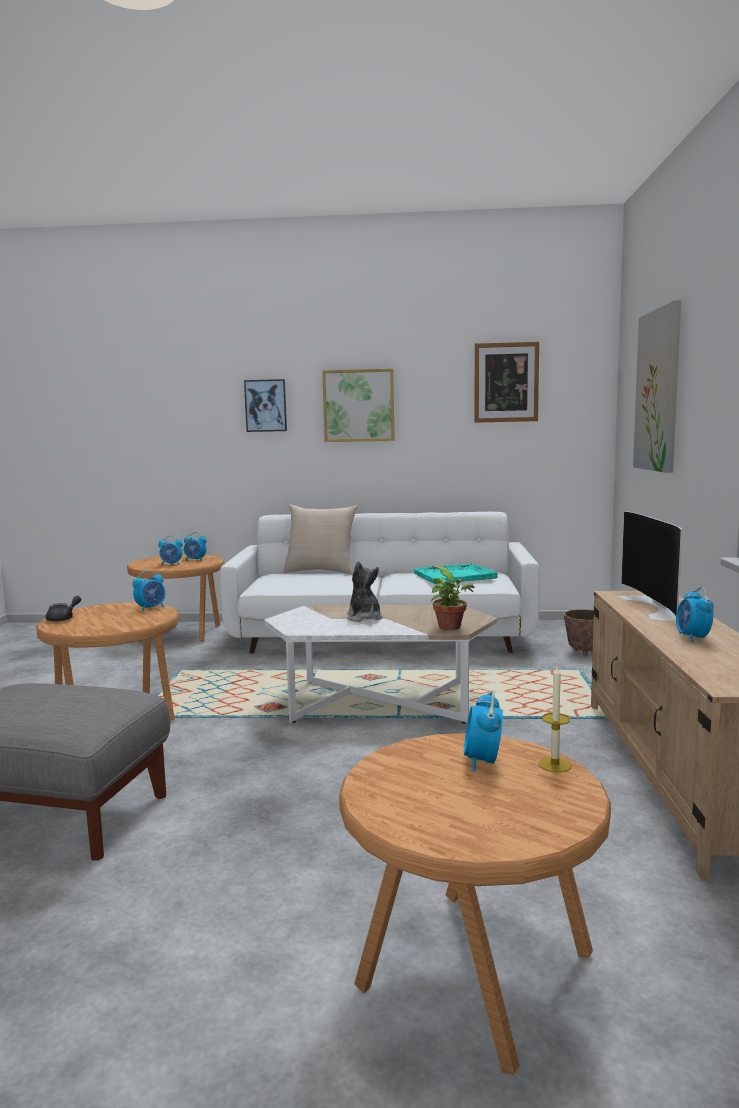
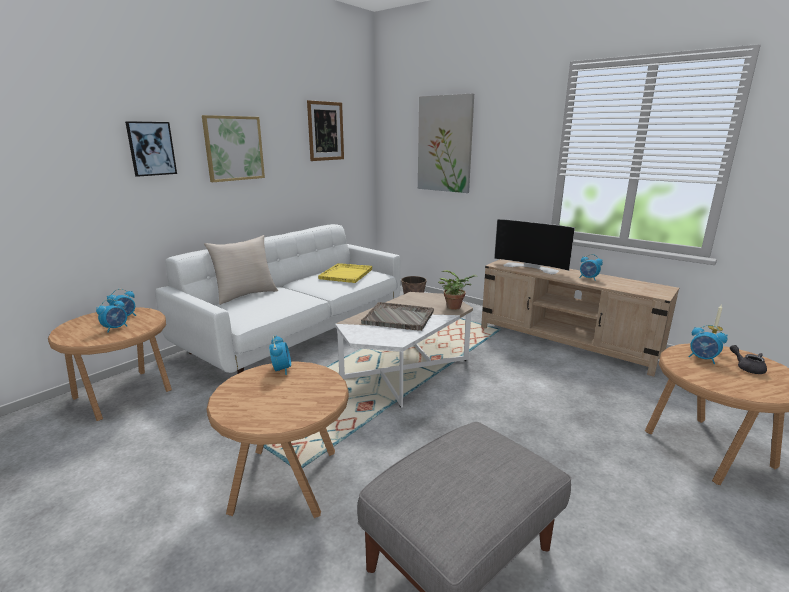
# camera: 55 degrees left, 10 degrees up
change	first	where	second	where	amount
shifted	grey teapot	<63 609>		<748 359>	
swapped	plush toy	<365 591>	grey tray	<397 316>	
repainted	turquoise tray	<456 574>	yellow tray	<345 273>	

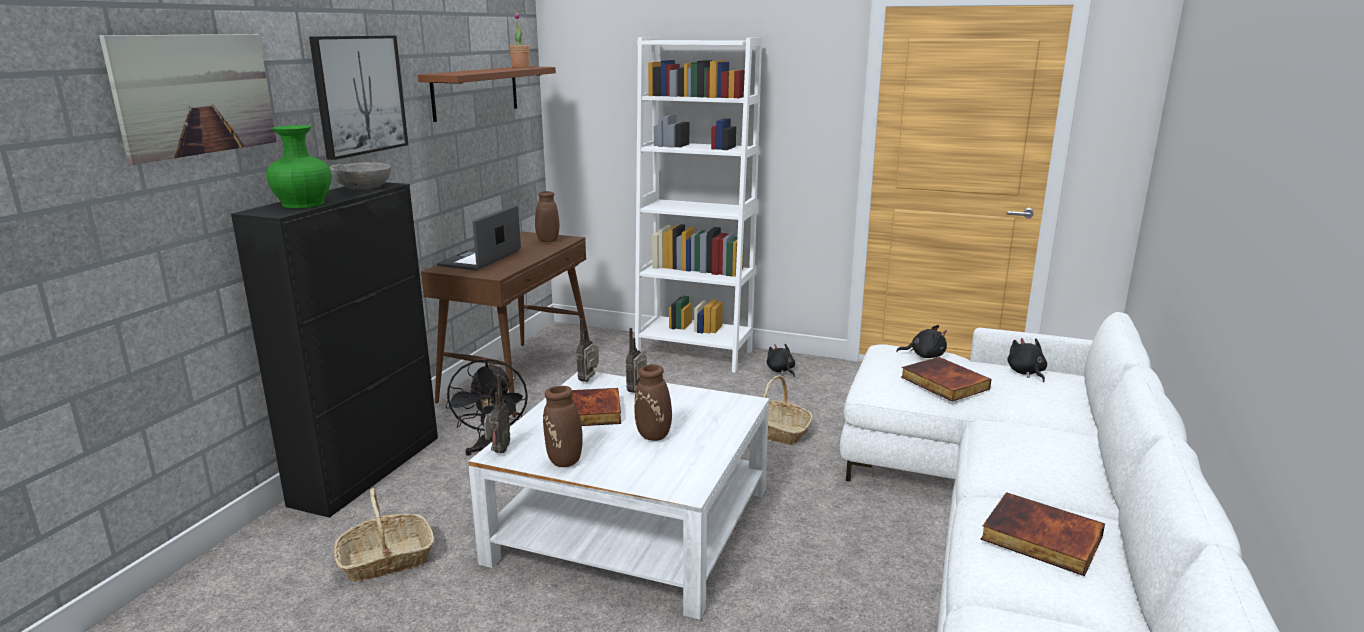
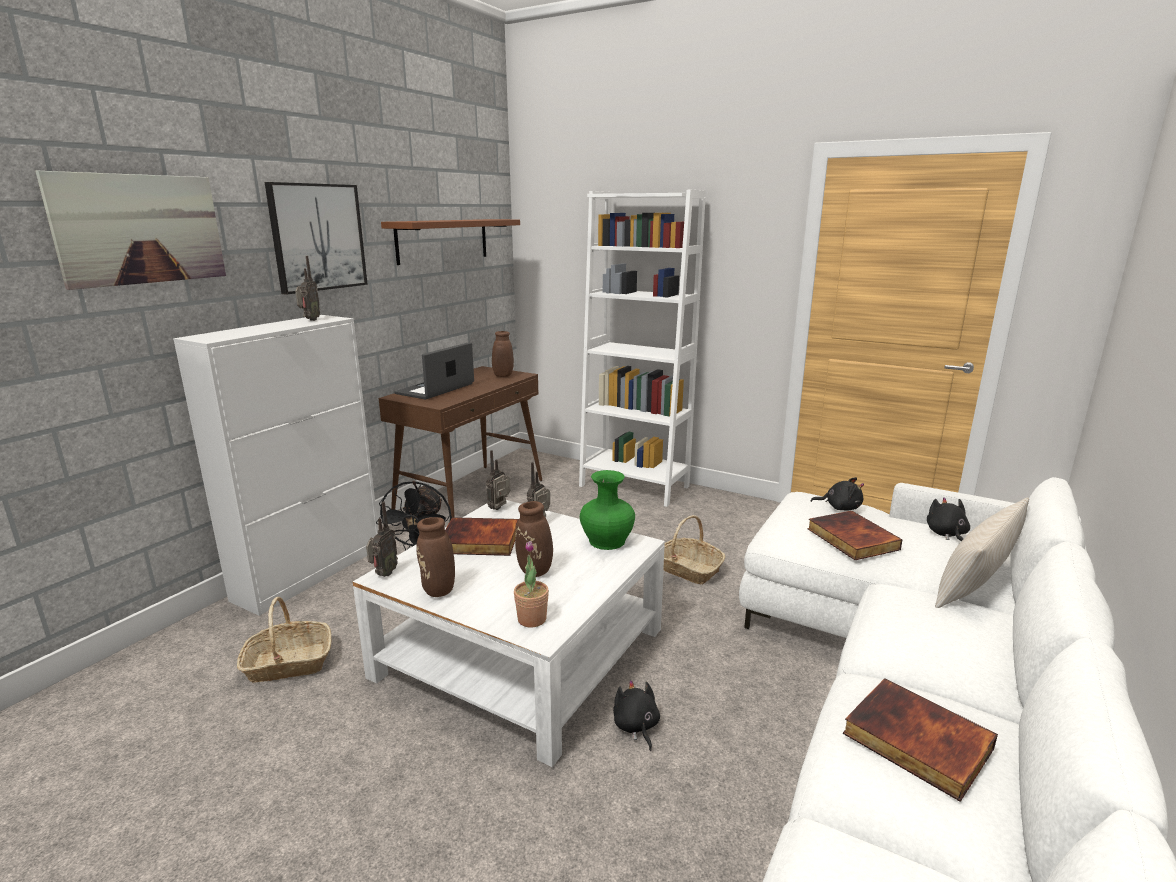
# camera: 10 degrees right, 0 degrees up
change	first	where	second	where	amount
new			beige pillow	<982 552>	
shifted	green vase	<298 166>		<607 510>	
shifted	potted plant	<519 40>		<531 584>	
shifted	black plush toy	<781 360>		<636 715>	
swapped	grey bowl	<360 176>	radio	<307 288>	
repainted	black cabinet	<334 350>	white cabinet	<276 465>	

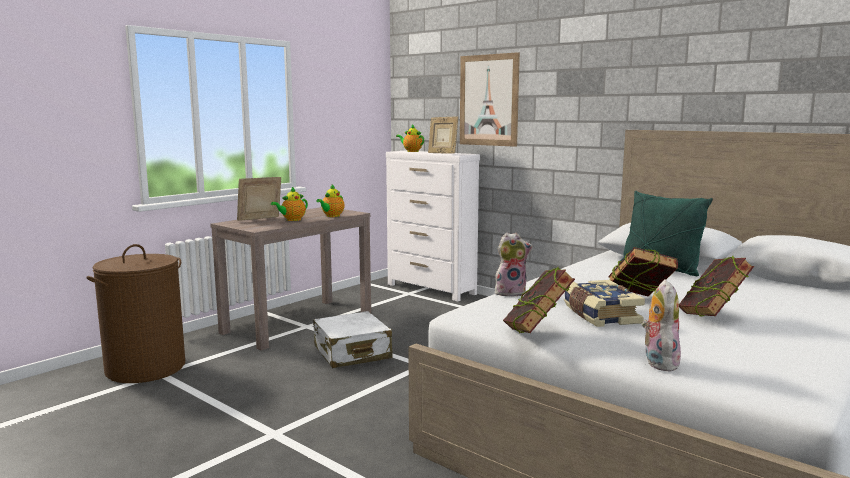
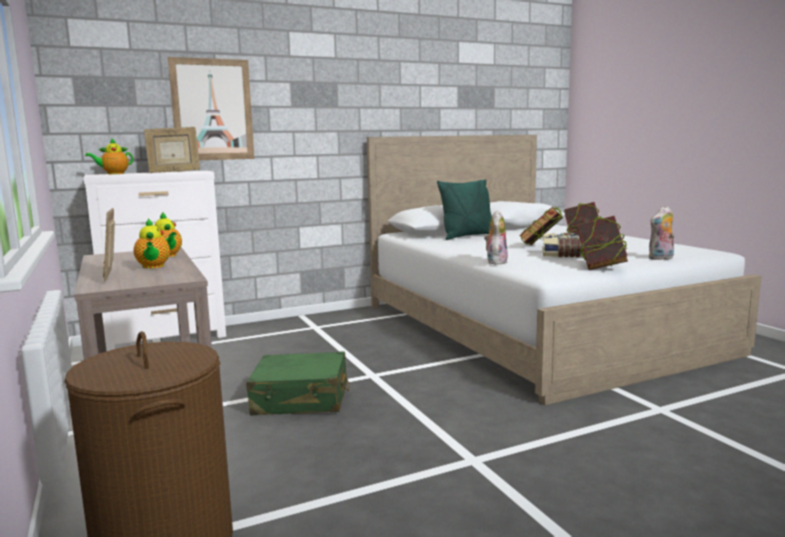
# camera: 65 degrees left, 0 degrees up
change	first	where	second	where	amount
repainted	white suitcase	<353 339>	green suitcase	<297 383>	
rotated	plush toy	<661 325>		<661 233>	60 degrees counterclockwise

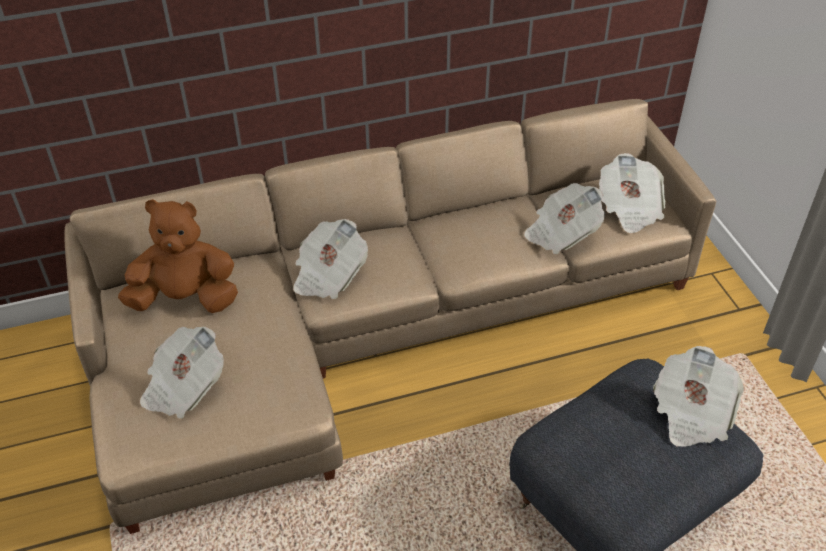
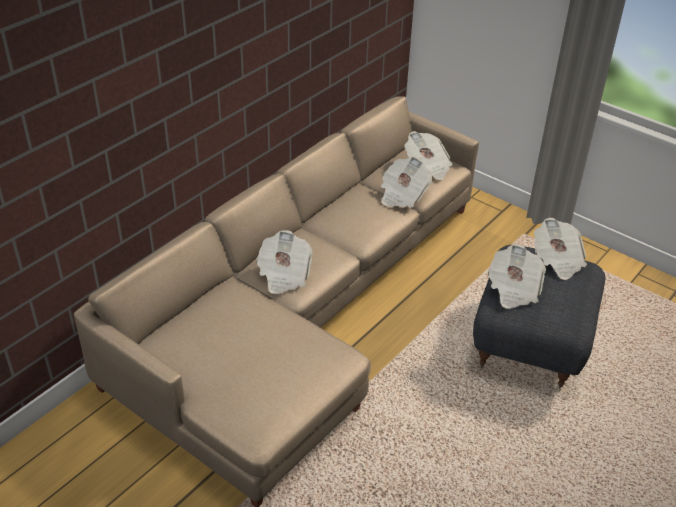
# camera: 35 degrees left, 5 degrees down
change	first	where	second	where	amount
gone	brown plush toy	<178 256>			
shifted	newspaper	<182 373>		<517 276>	

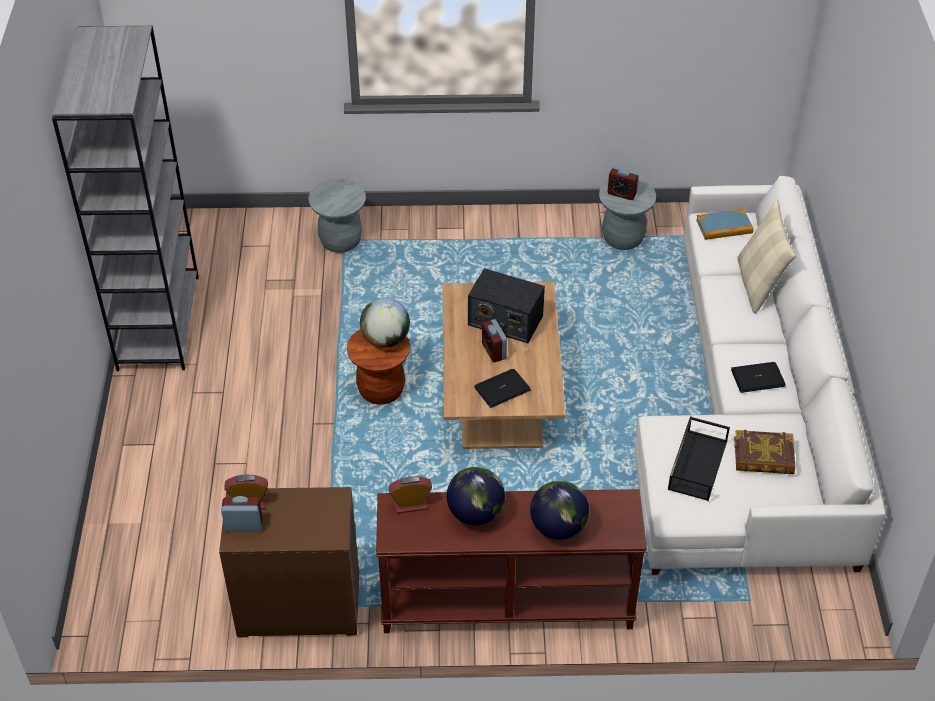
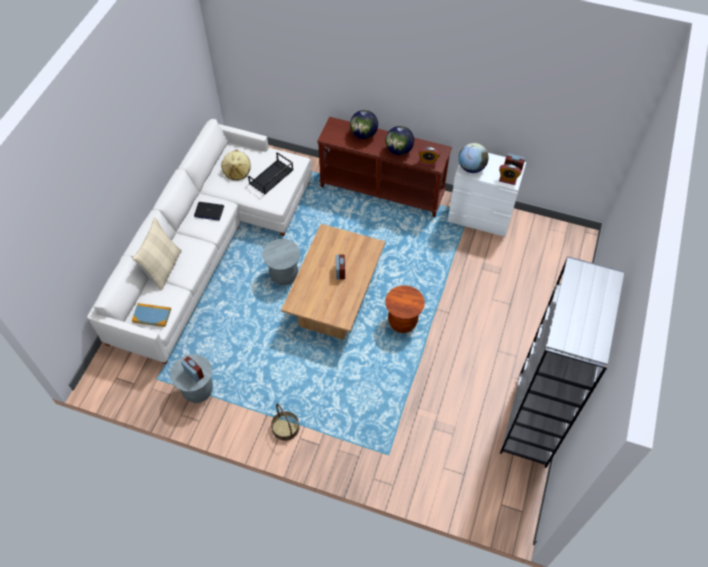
# camera: 160 degrees left, 10 degrees up
change	first	where	second	where	amount
gone	radio	<506 305>			
gone	laptop	<502 388>			
new			basket	<285 422>	
shifted	grey stool	<337 216>		<281 262>	
shifted	globe	<385 323>		<473 158>	
swapped	book	<764 452>	beige hat	<236 165>	
repainted	brown dresser	<289 562>	white dresser	<487 195>	

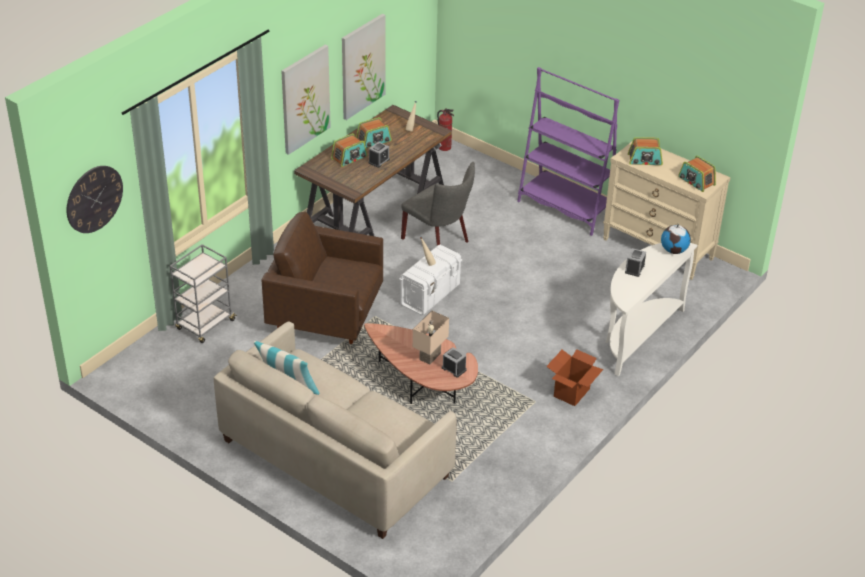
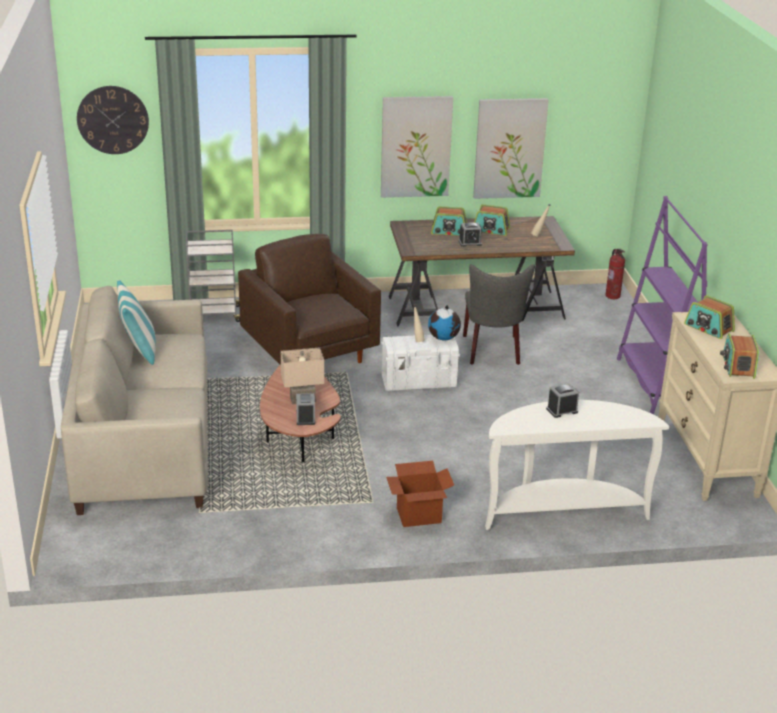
# camera: 45 degrees right, 10 degrees down
change	first	where	second	where	amount
shifted	globe	<676 238>		<444 322>	

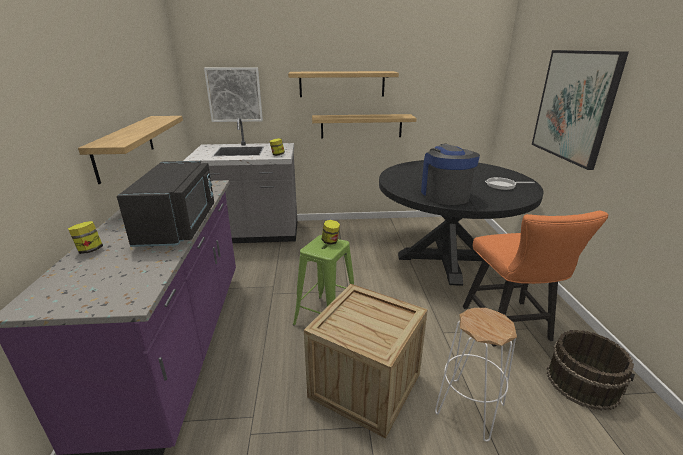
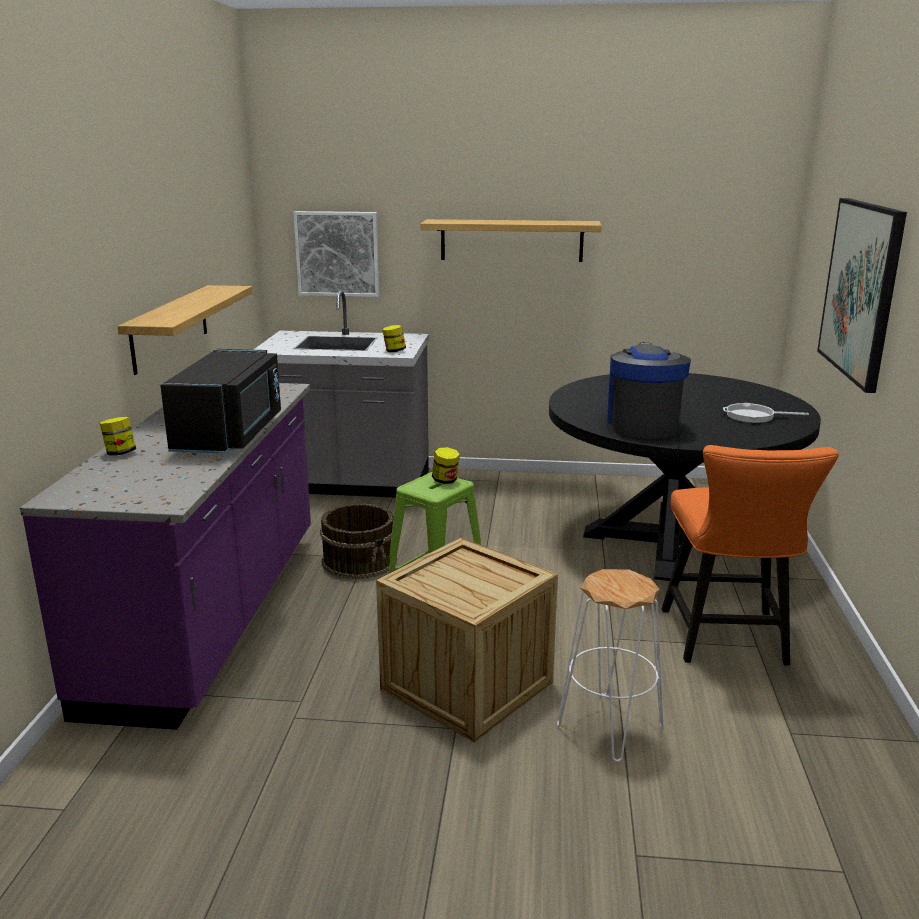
# camera: 10 degrees right, 5 degrees down
change	first	where	second	where	amount
gone	shelf	<364 126>			
shifted	brown bucket	<590 370>		<358 541>	

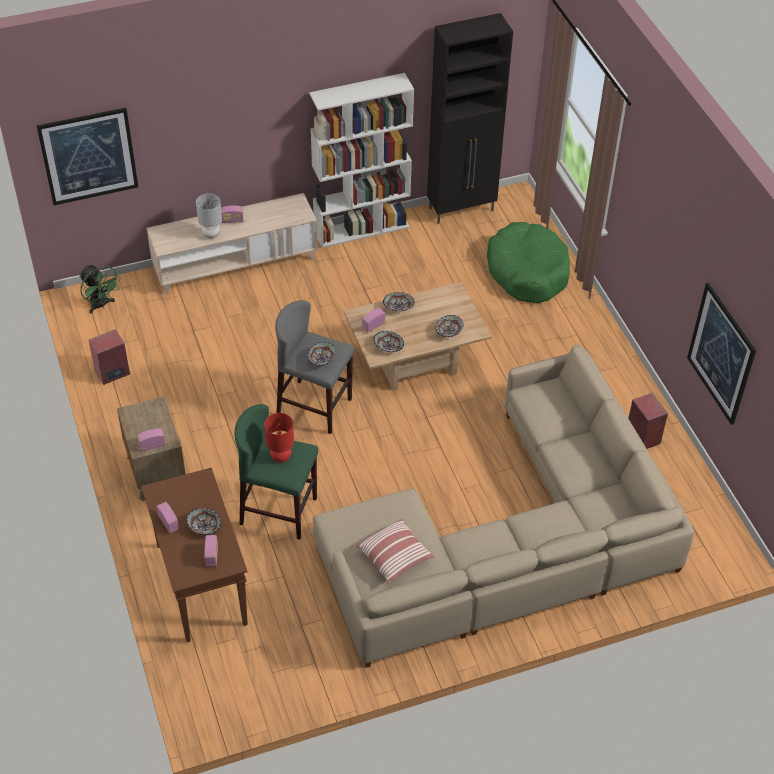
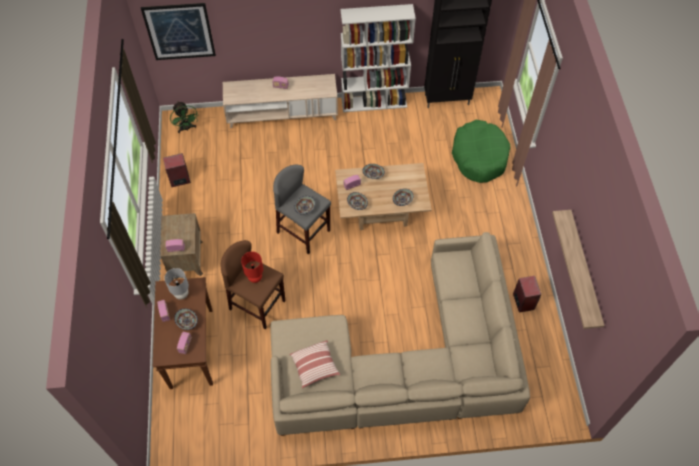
# camera: 15 degrees right, 10 degrees up
change	first	where	second	where	amount
shifted	grey table lamp	<209 216>		<176 284>	
swapped	picture	<722 354>	shelf	<578 269>	
repainted	green stool	<276 472>	brown stool	<253 284>	

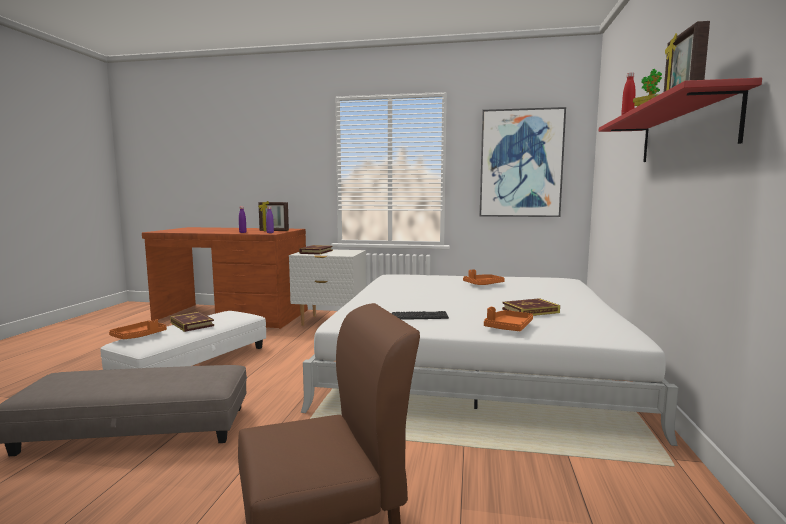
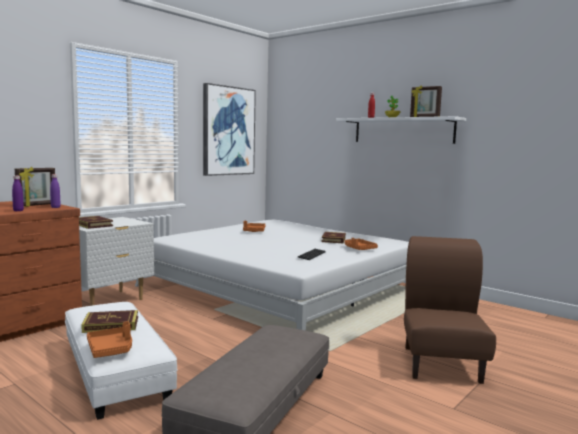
# camera: 60 degrees left, 0 degrees up
change	first	where	second	where	amount
repainted	red shelf	<680 120>	white shelf	<401 130>	

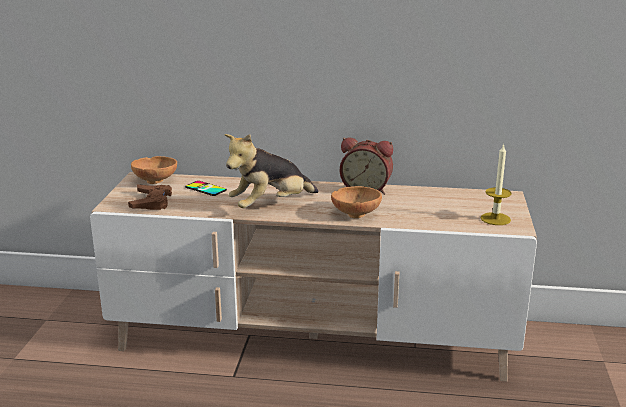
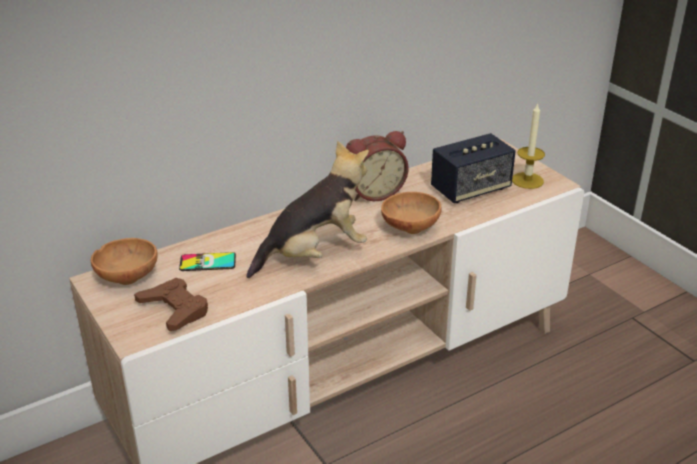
# camera: 40 degrees left, 10 degrees up
change	first	where	second	where	amount
new			speaker	<473 168>	
rotated	plush toy	<271 171>		<308 209>	135 degrees counterclockwise

